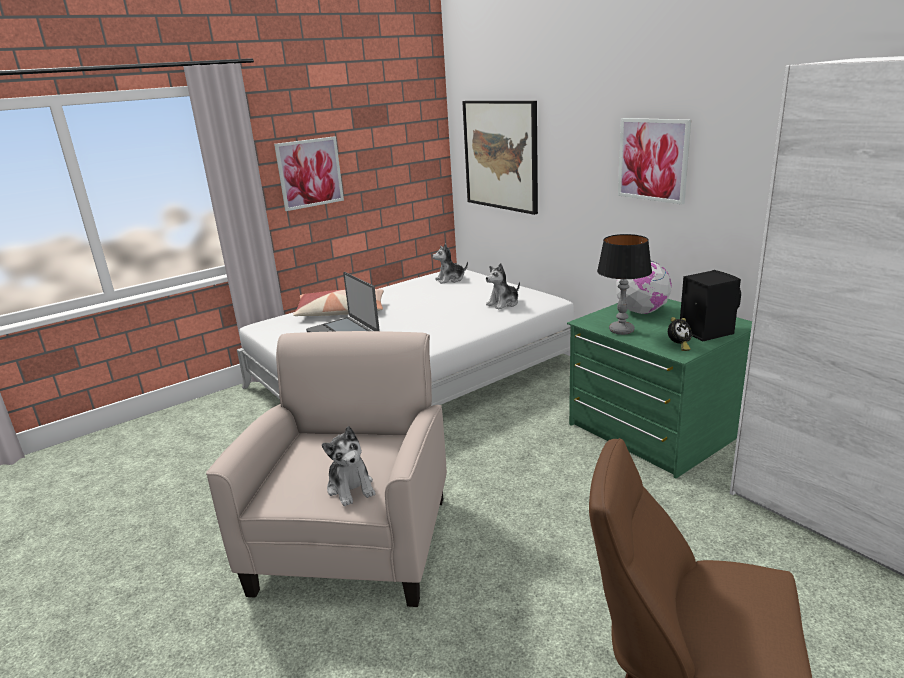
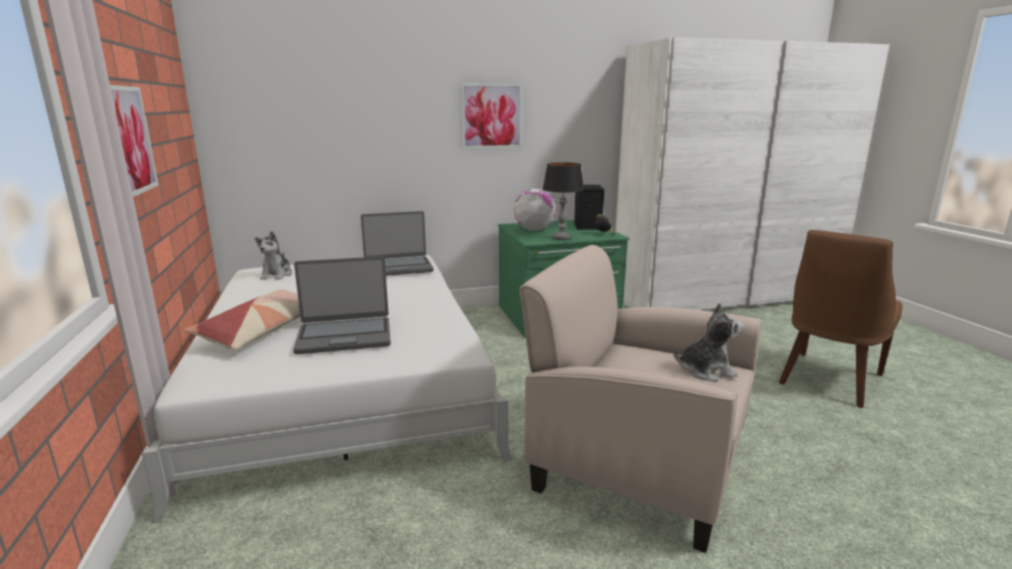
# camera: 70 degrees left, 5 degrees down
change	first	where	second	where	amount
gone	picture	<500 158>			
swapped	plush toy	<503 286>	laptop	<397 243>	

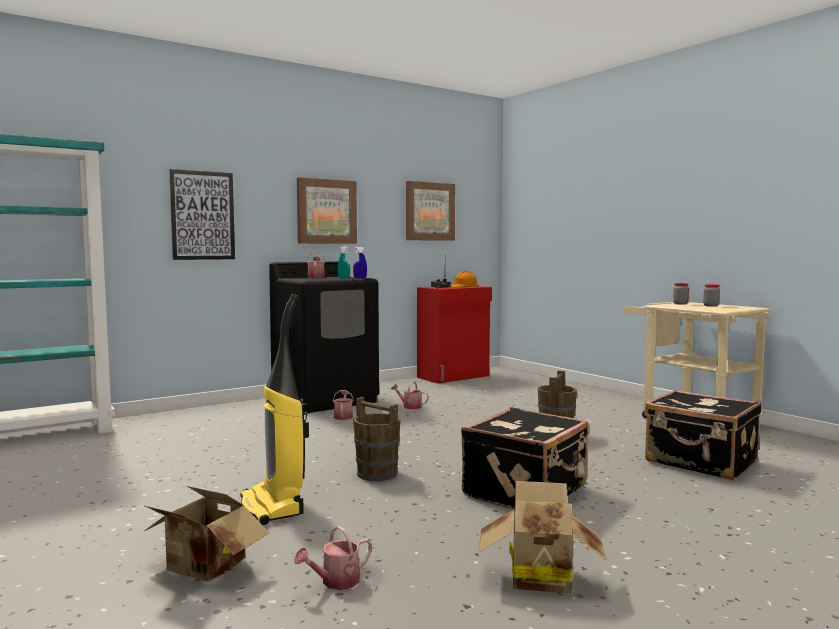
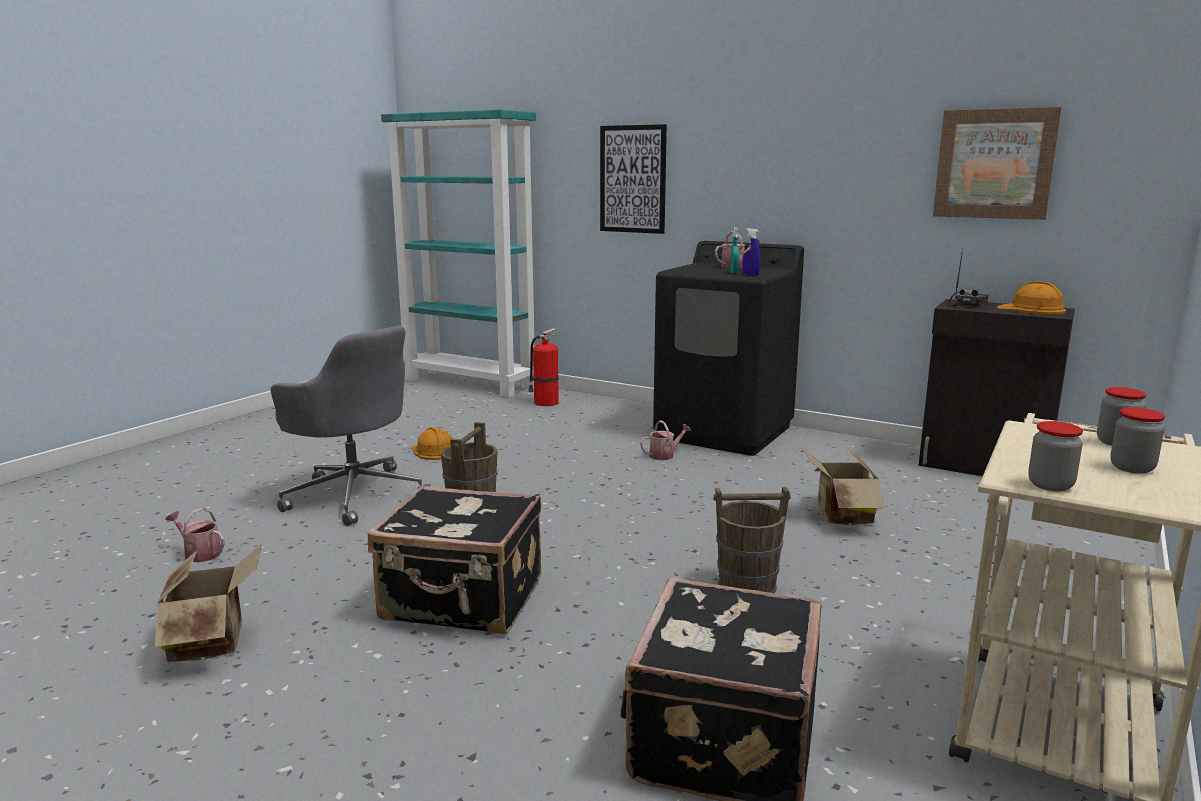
# camera: 65 degrees right, 10 degrees up
change	first	where	second	where	amount
gone	picture	<327 211>			
gone	watering can	<410 395>			
new			orange hard hat	<432 443>	
new			fire extinguisher	<544 367>	
new			jar	<1055 456>	
shifted	cardboard box	<206 534>		<843 486>	
swapped	vacuum cleaner	<275 409>	grey office chair	<351 426>	
repainted	red cabinet	<454 335>	black cabinet	<997 387>	

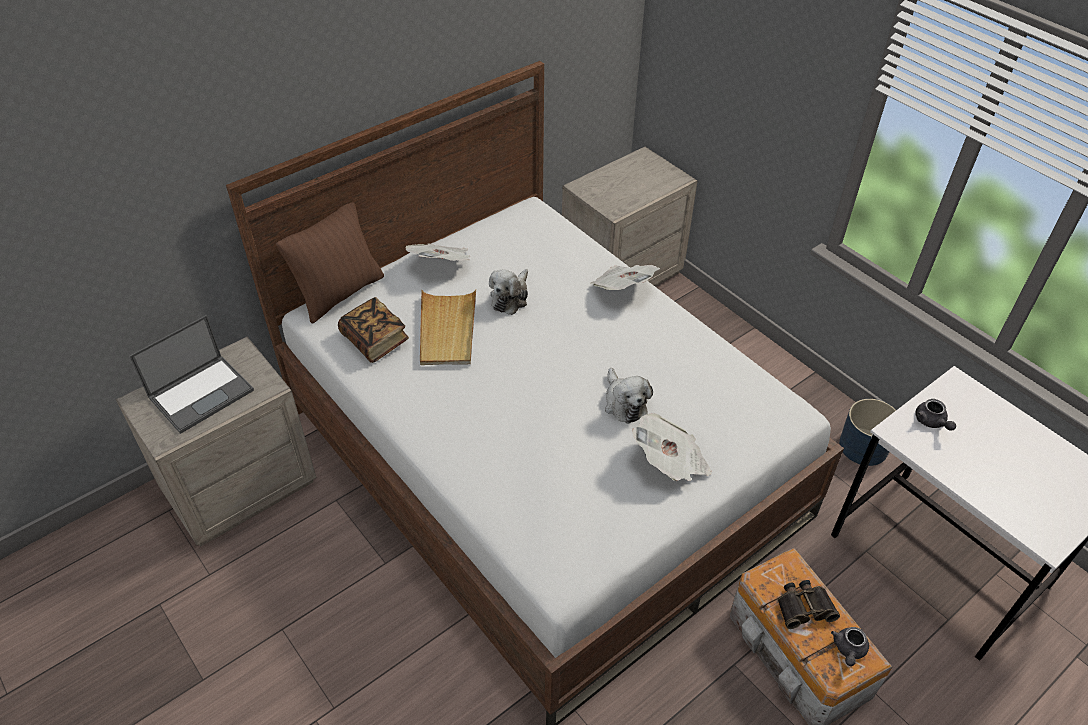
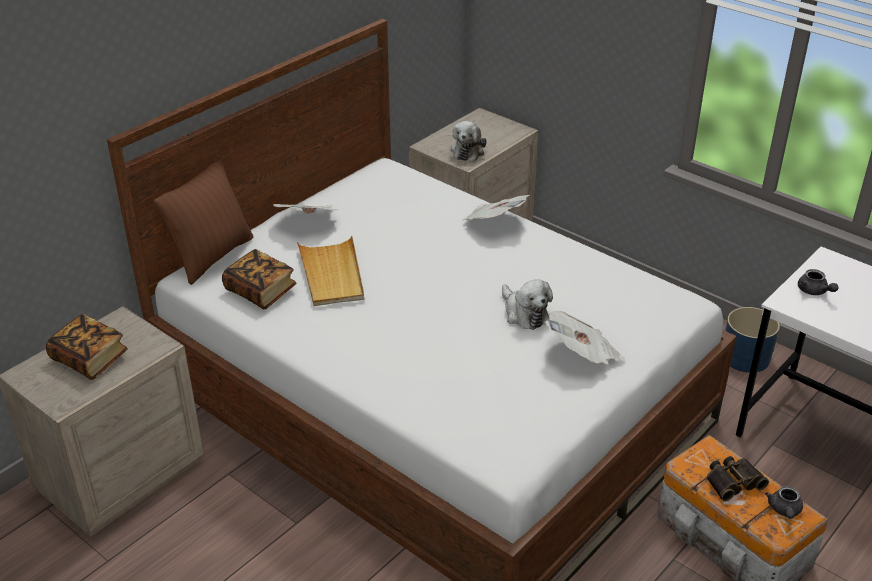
# camera: 10 degrees left, 10 degrees down
change	first	where	second	where	amount
shifted	plush toy	<508 292>		<468 141>	
swapped	laptop	<192 374>	book	<87 347>	

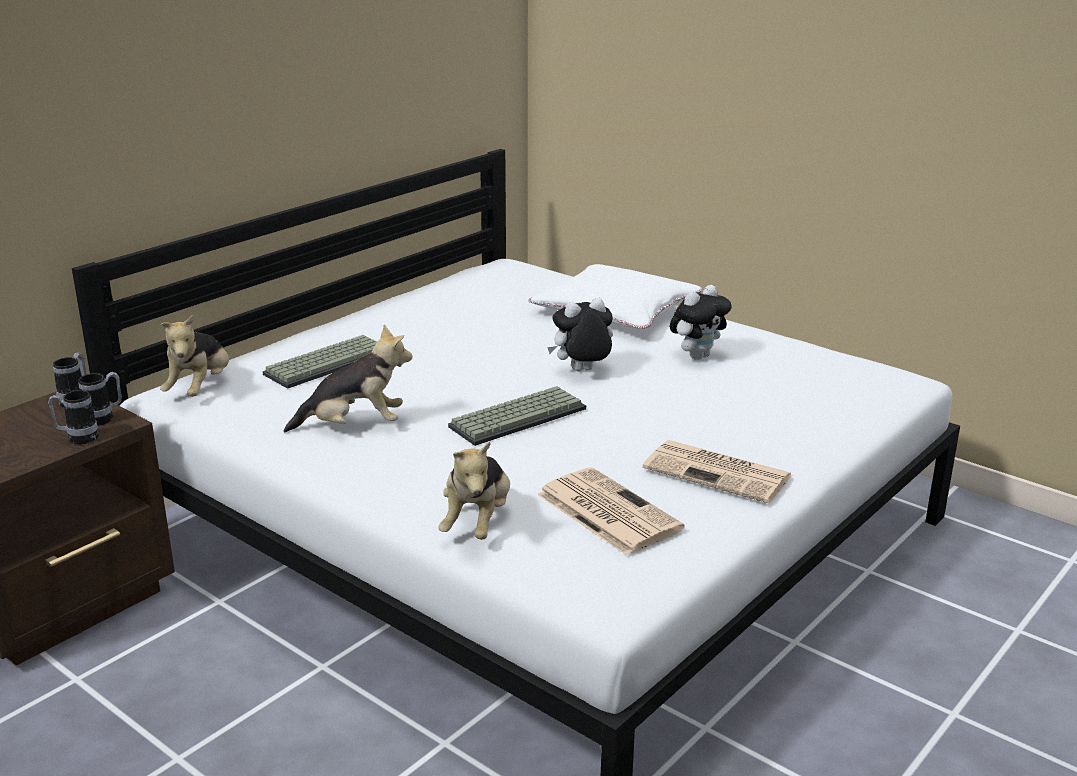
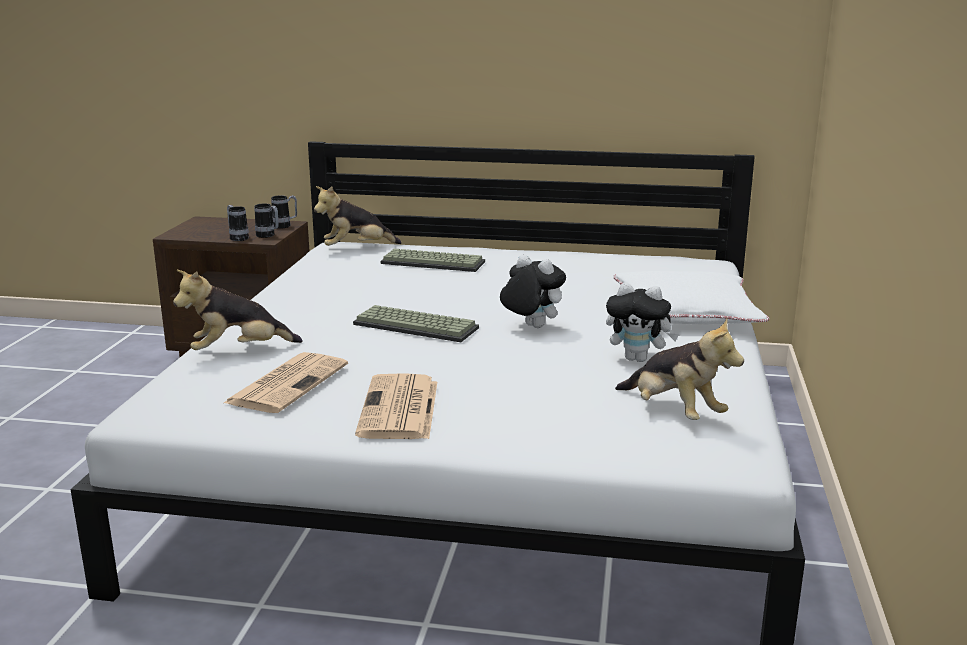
# camera: 60 degrees right, 5 degrees down
change	first	where	second	where	amount
shifted	plush toy	<347 378>		<679 369>	

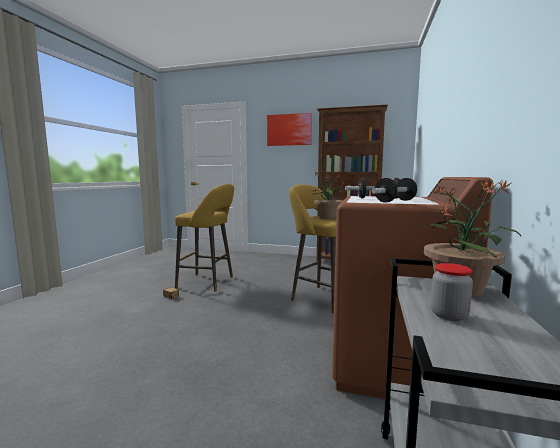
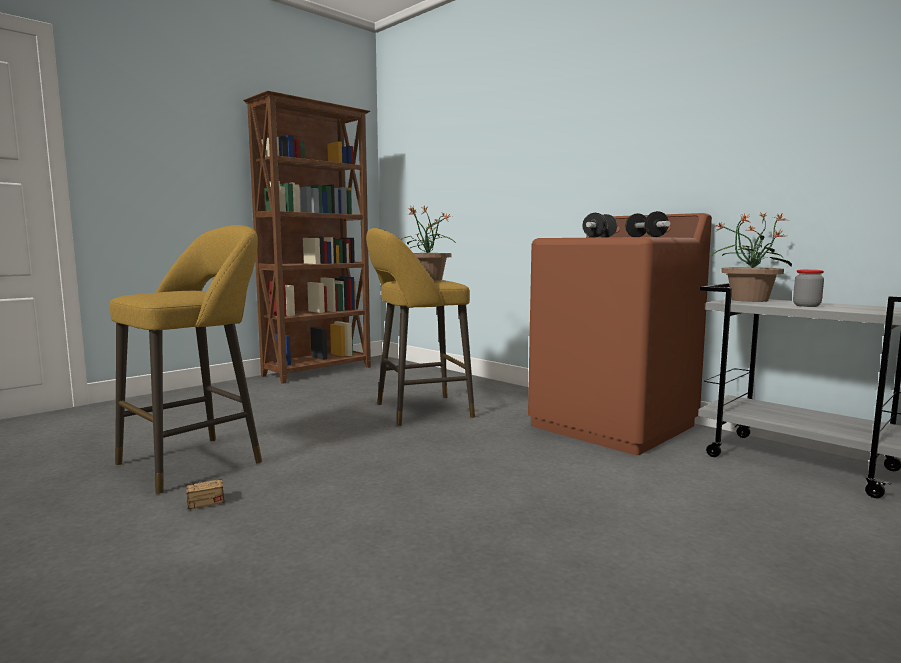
# camera: 60 degrees left, 0 degrees up
change	first	where	second	where	amount
gone	picture	<289 129>			

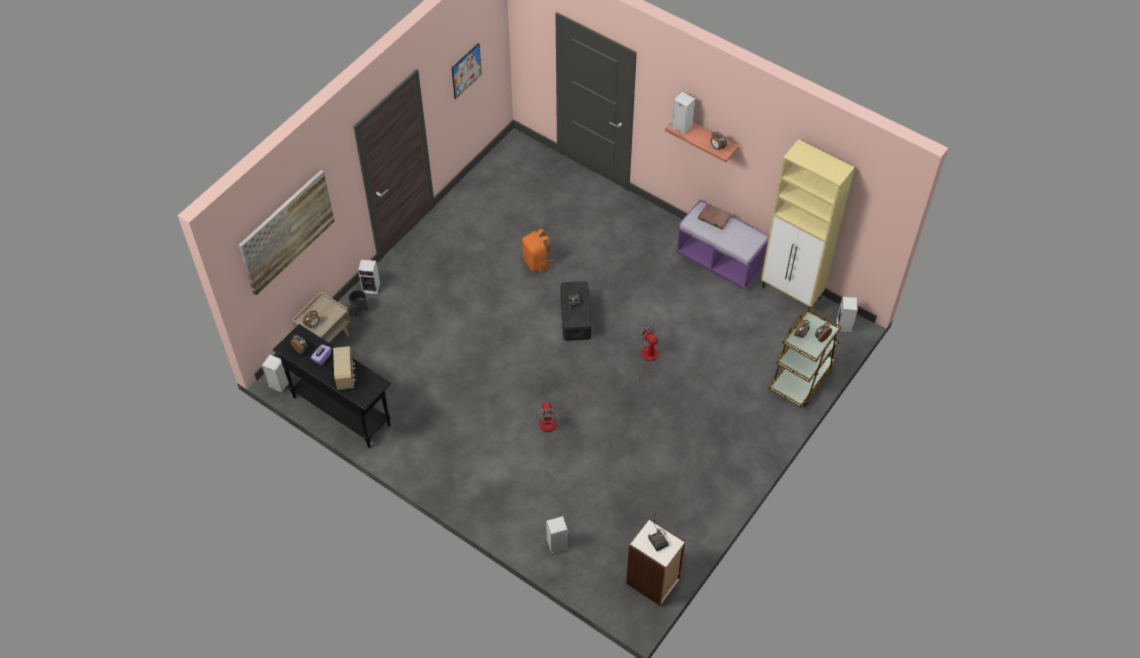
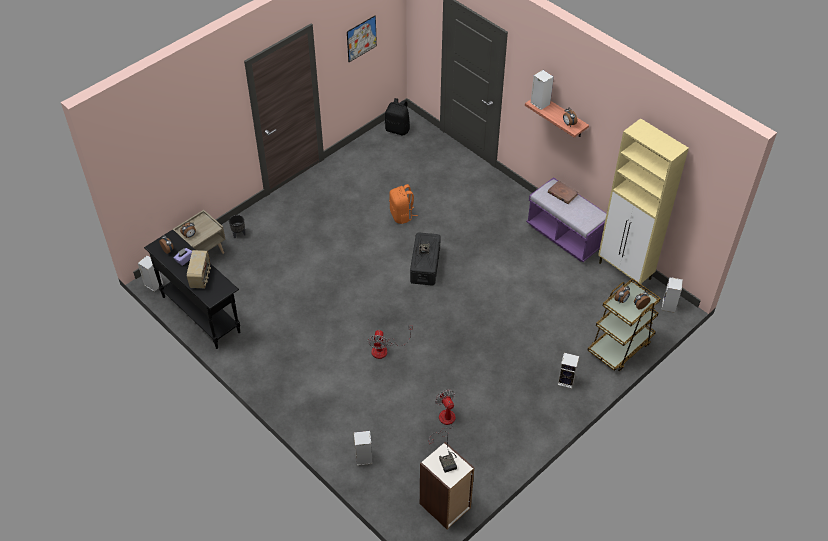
# camera: 10 degrees right, 5 degrees down
change	first	where	second	where	amount
gone	picture	<286 232>			
new			black backpack	<397 117>	
shifted	speaker	<369 276>		<568 371>	
shifted	fan	<647 353>		<442 417>	

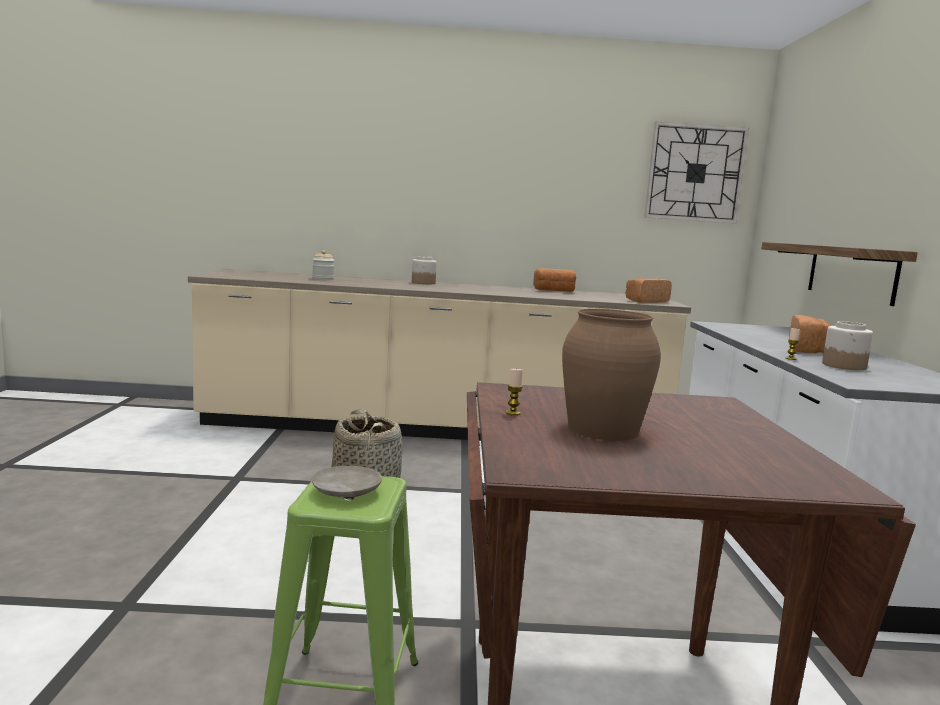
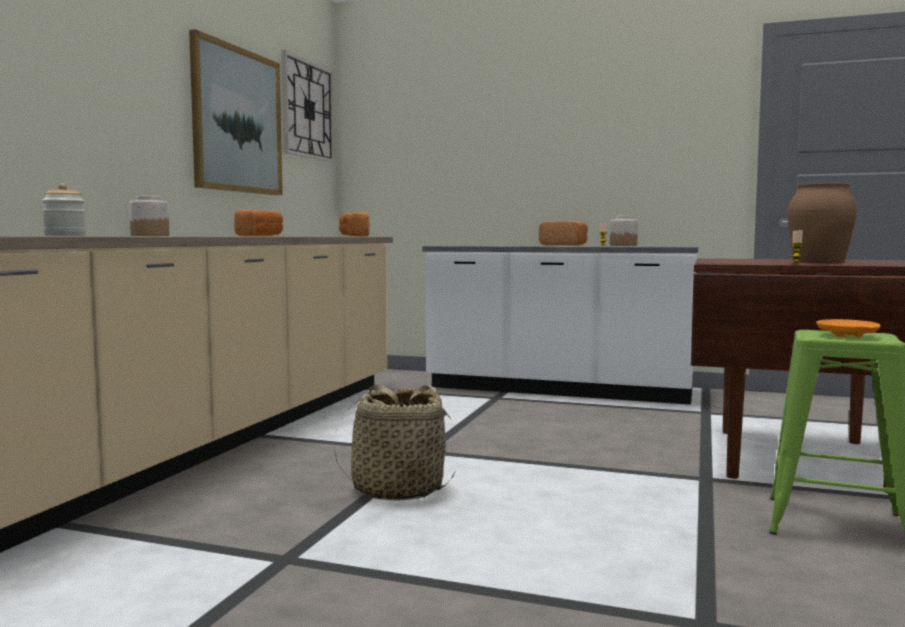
# camera: 70 degrees left, 5 degrees down
change	first	where	second	where	amount
gone	shelf	<839 274>			
new			picture	<236 112>	
repainted	beige plate	<347 481>	orange plate	<848 328>	

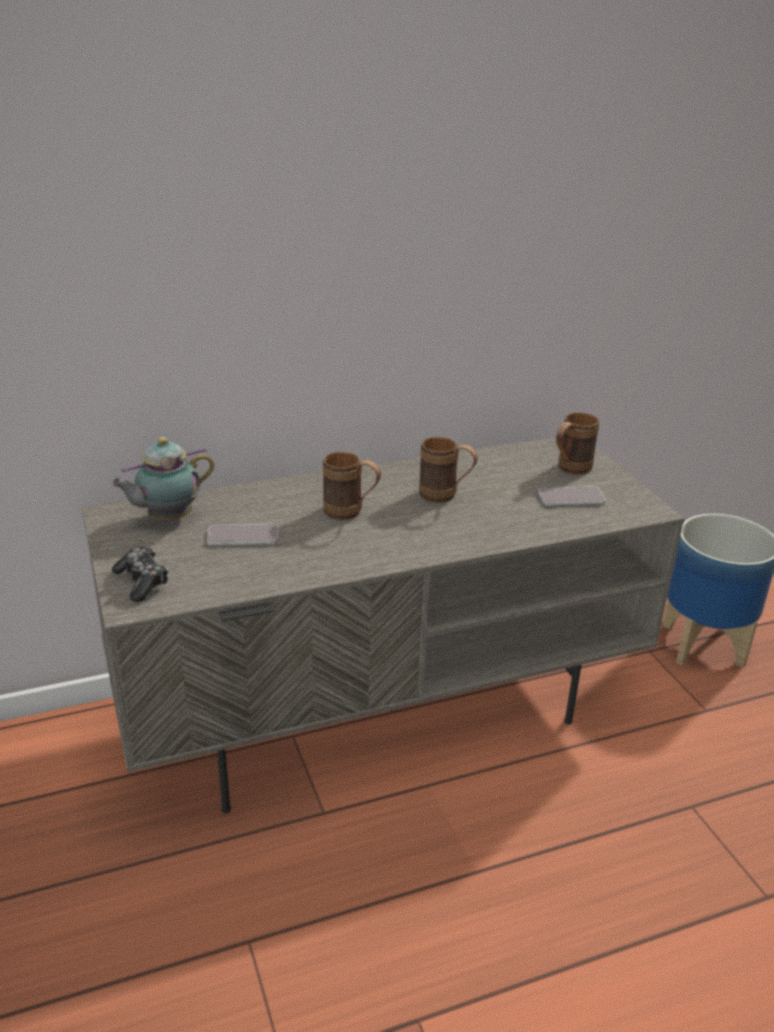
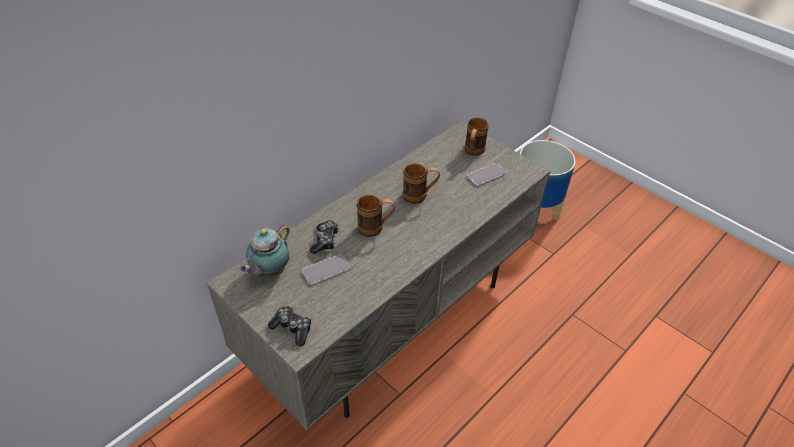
# camera: 25 degrees left, 15 degrees up
change	first	where	second	where	amount
new			game controller	<324 237>	

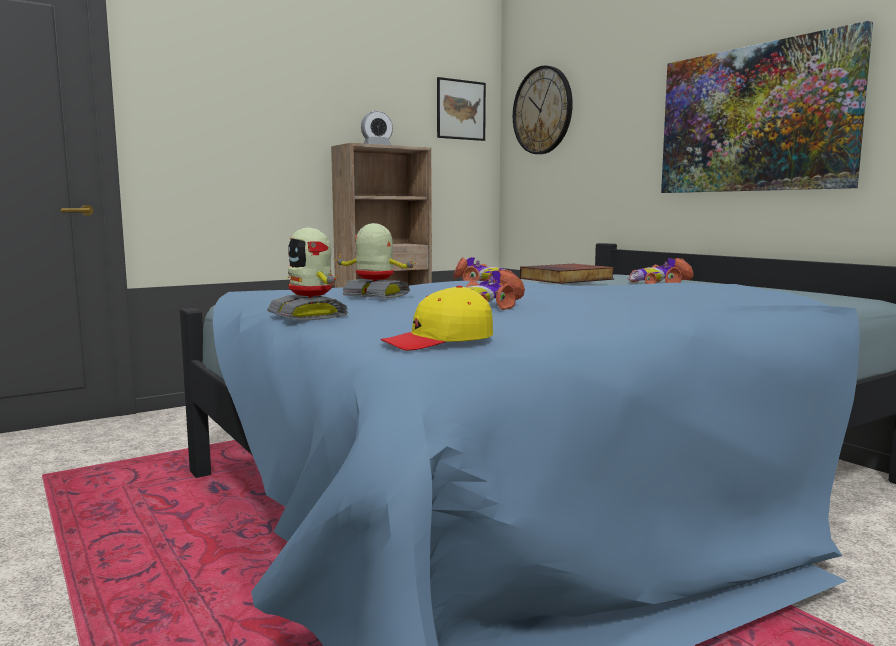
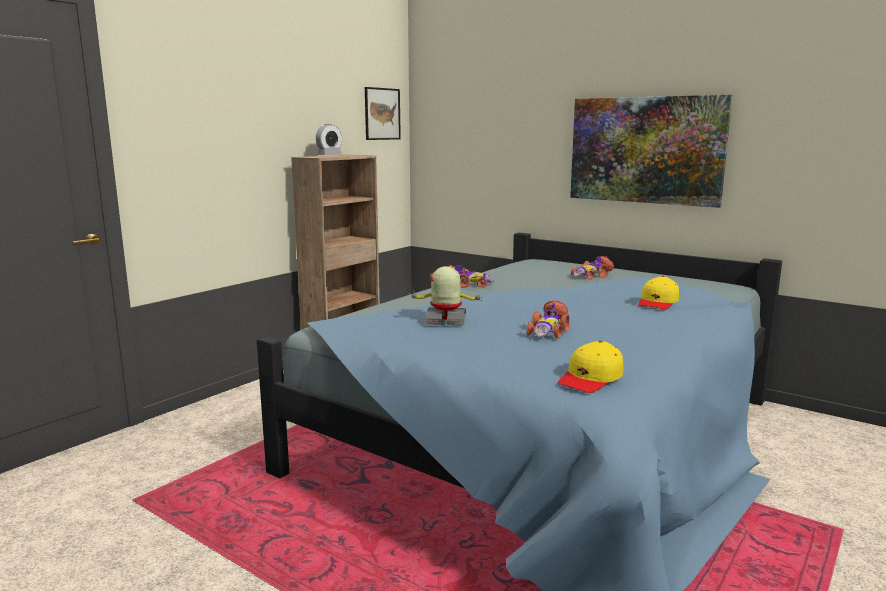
# camera: 20 degrees left, 5 degrees up
change	first	where	second	where	amount
gone	toy robot	<307 274>			
gone	wall clock	<543 109>			
gone	book	<567 274>			
new			yellow cap	<658 293>	

